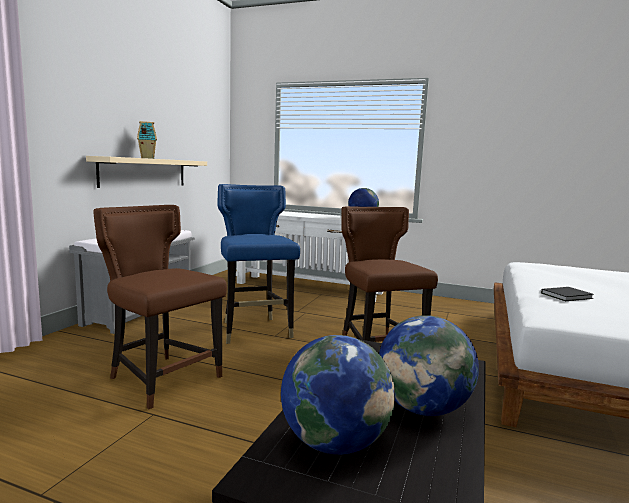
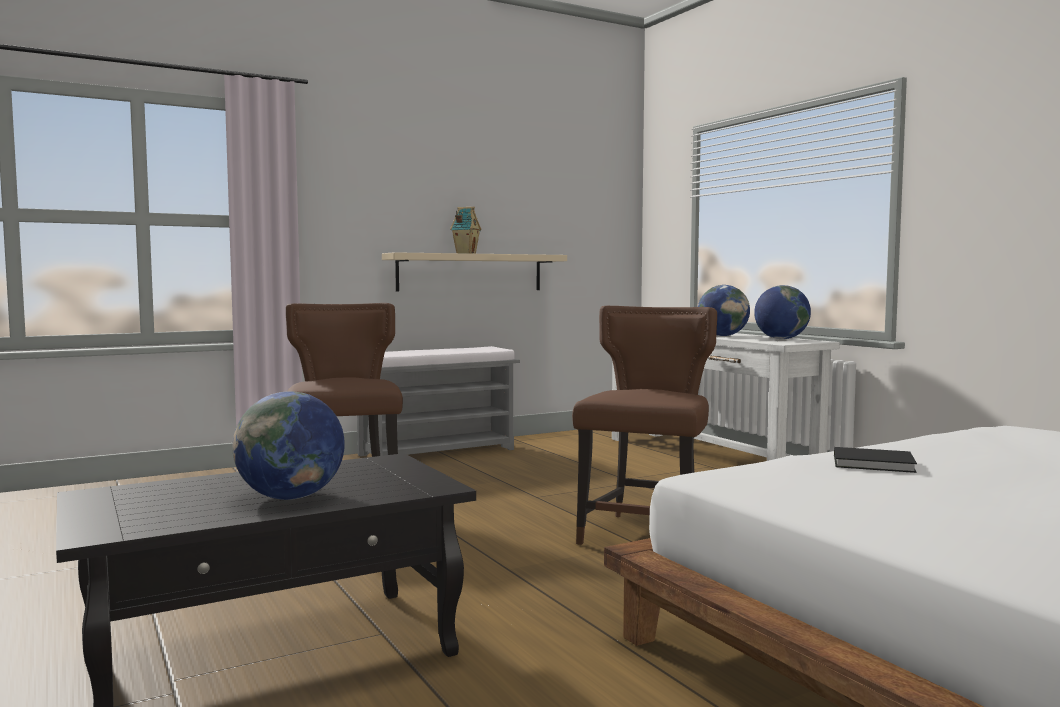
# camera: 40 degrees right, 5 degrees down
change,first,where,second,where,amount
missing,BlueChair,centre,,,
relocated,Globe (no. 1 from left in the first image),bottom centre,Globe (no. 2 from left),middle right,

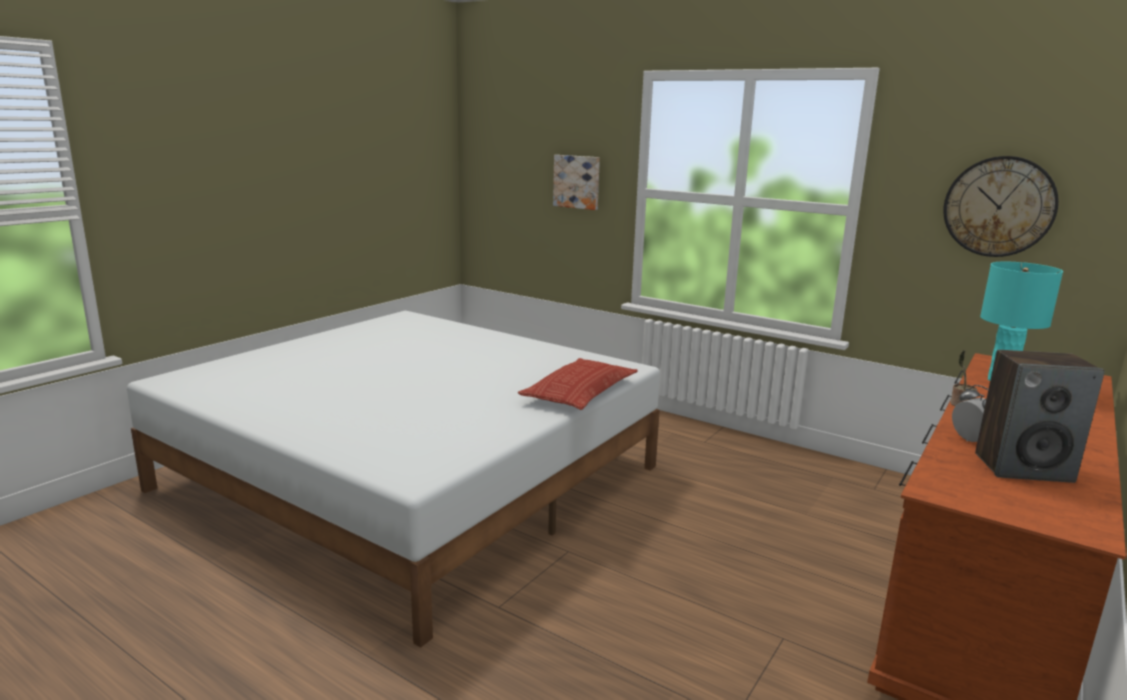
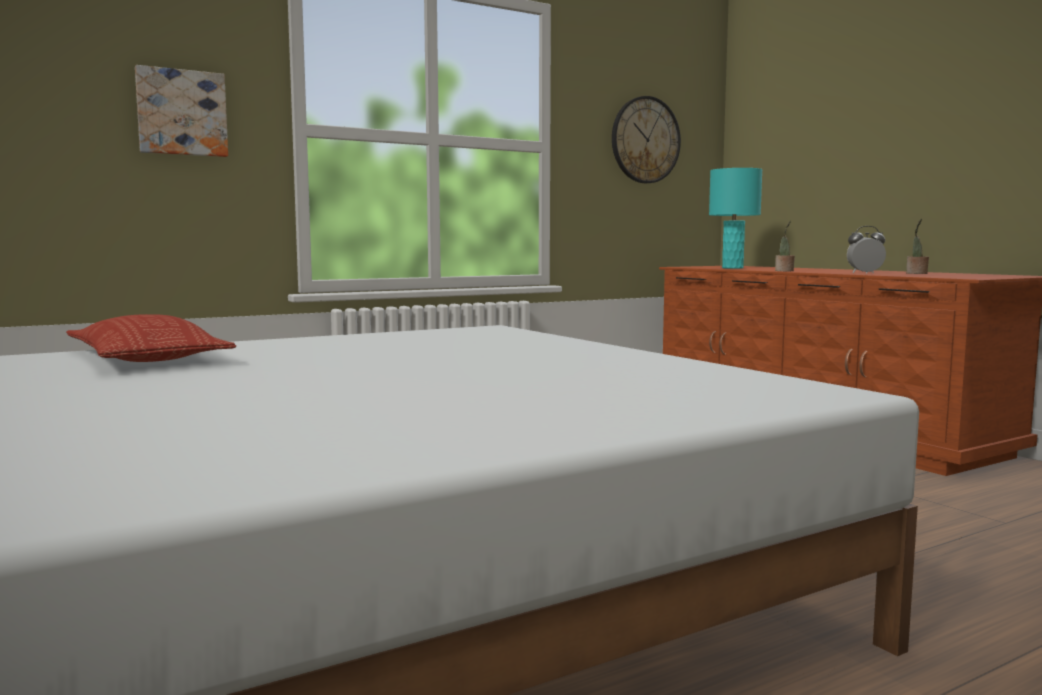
# camera: 65 degrees left, 10 degrees down
change,first,where,second,where,amount
exchanged,Speaker,middle right,PottedPlant (no. 2 from left),middle right,
relocated,Pillow,centre,,middle left,

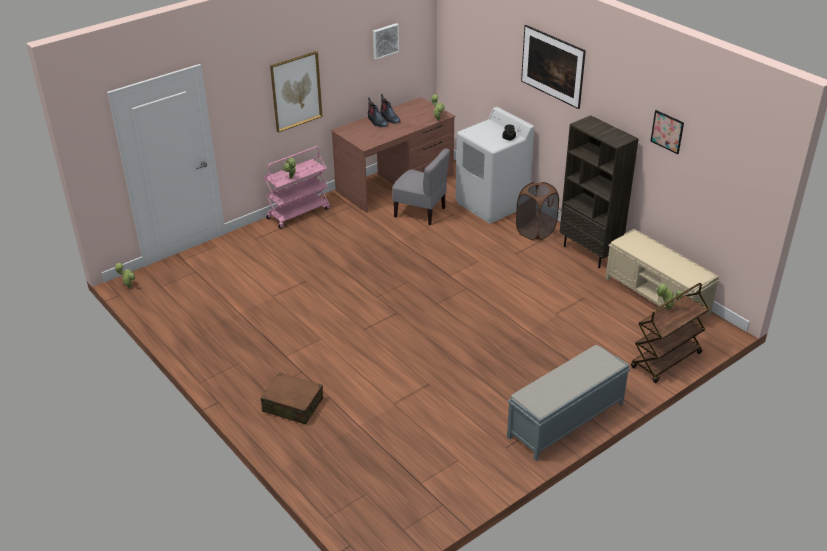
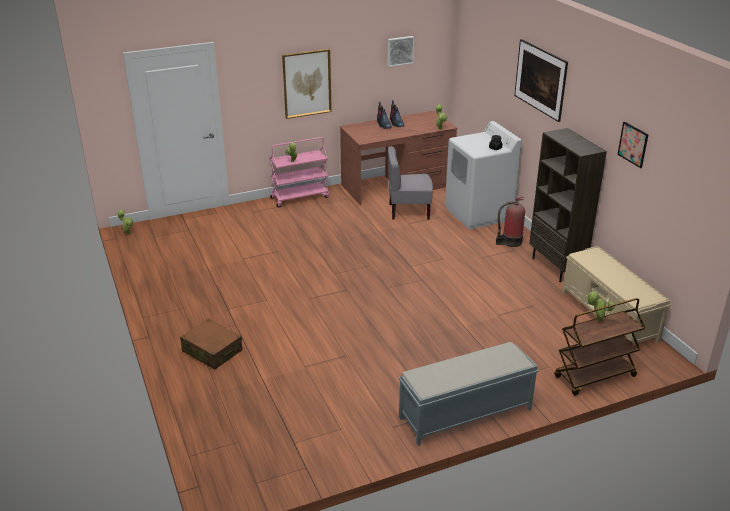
# camera: 15 degrees right, 5 degrees down
change,first,where,second,where,amount
spun,GreyChair,centre,,centre,135 degrees clockwise
exchanged,BrownLaundryBasket,centre,FireExtinguisher,middle right,

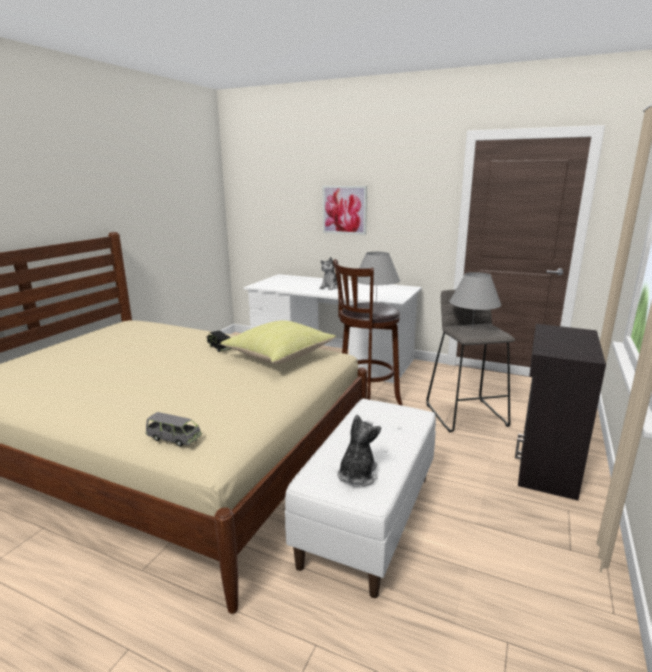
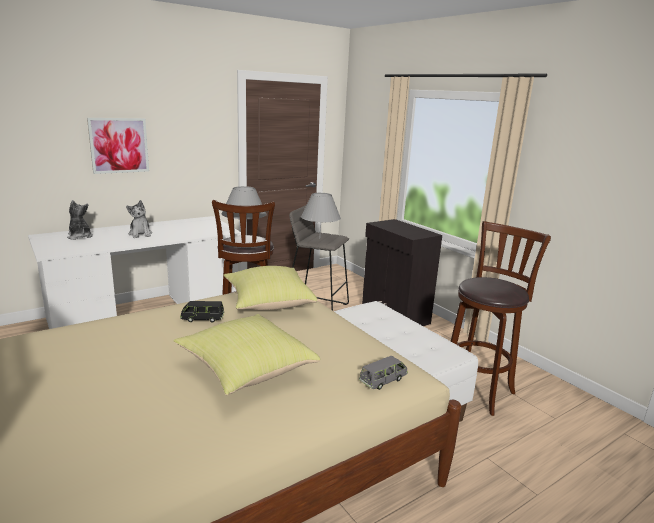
# camera: 60 degrees left, 0 degrees up
change,first,where,second,where,amount
relocated,PlushToy (no. 2 from left in the first image),bottom centre,PlushToy (no. 1 from left),middle left,
appeared,,,BrownStool (no. 2 from left),middle right,
appeared,,,YellowPillow (no. 1 from left),bottom centre,

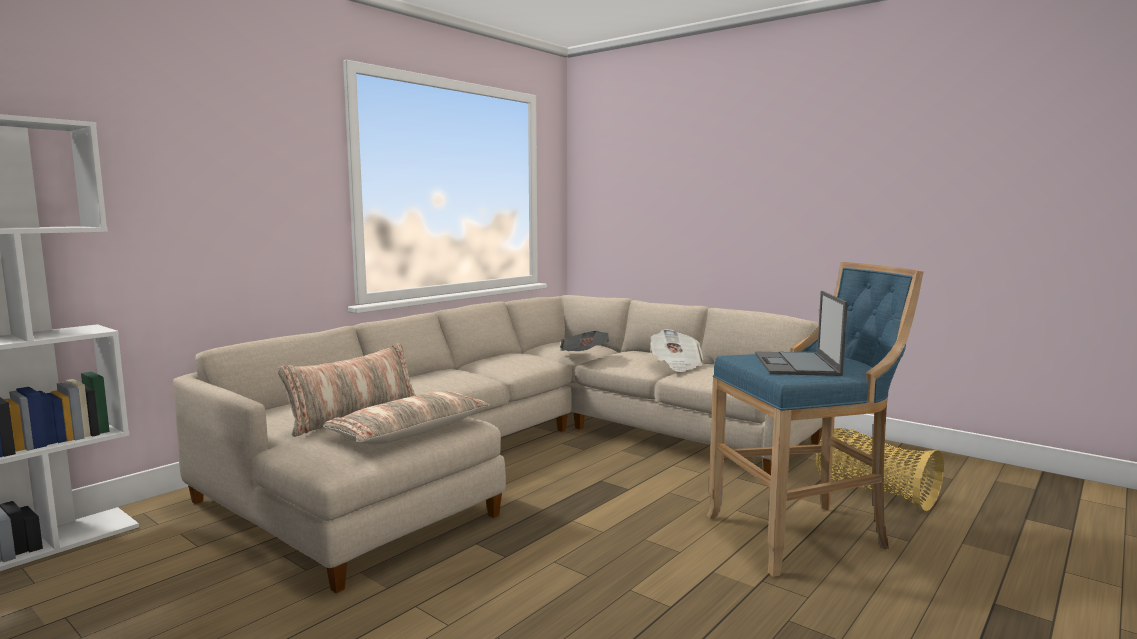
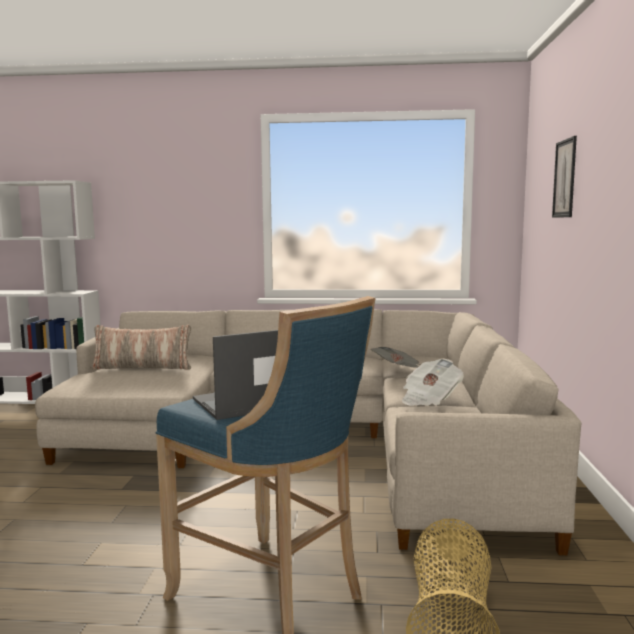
# camera: 55 degrees right, 0 degrees up
change,first,where,second,where,amount
missing,Pillow (no. 2 from left),centre,,,
appeared,,,Picture,top right,

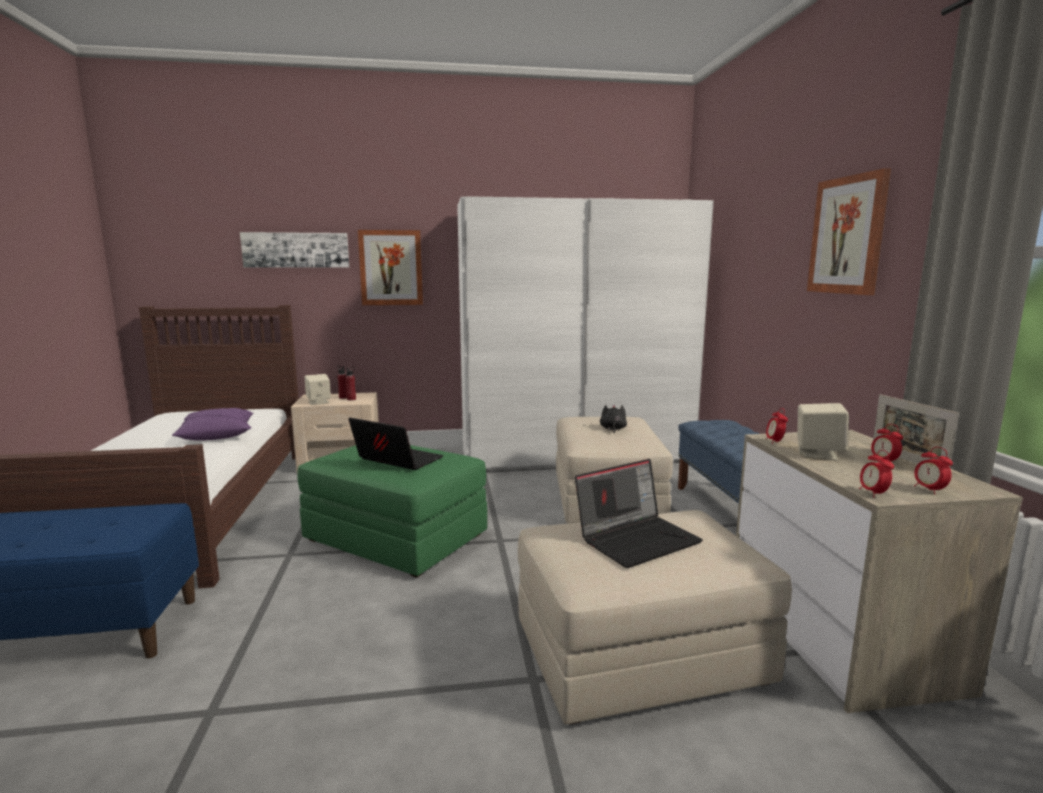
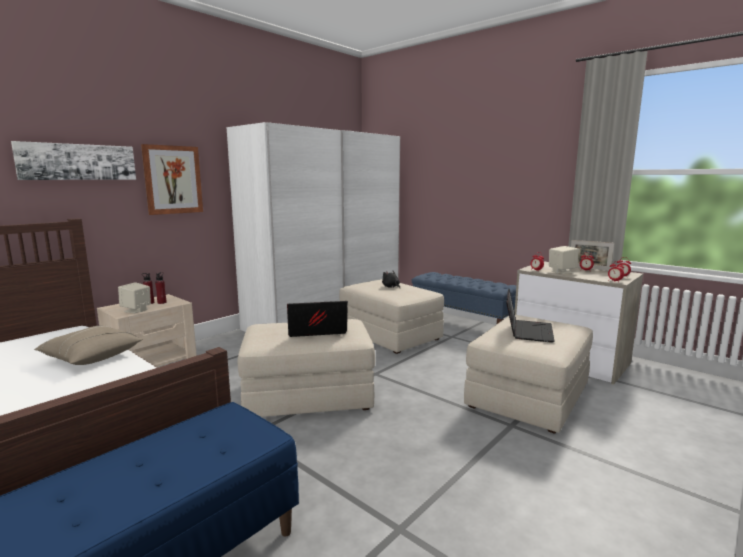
# camera: 40 degrees left, 0 degrees up
change,first,where,second,where,amount
missing,Picture (no. 3 from left),top right,,,
colour,PurplePillow,middle left,BeigePillow,middle left,
colour,GreenOttoman,centre,BeigeOttoman (no. 1 from left),centre,

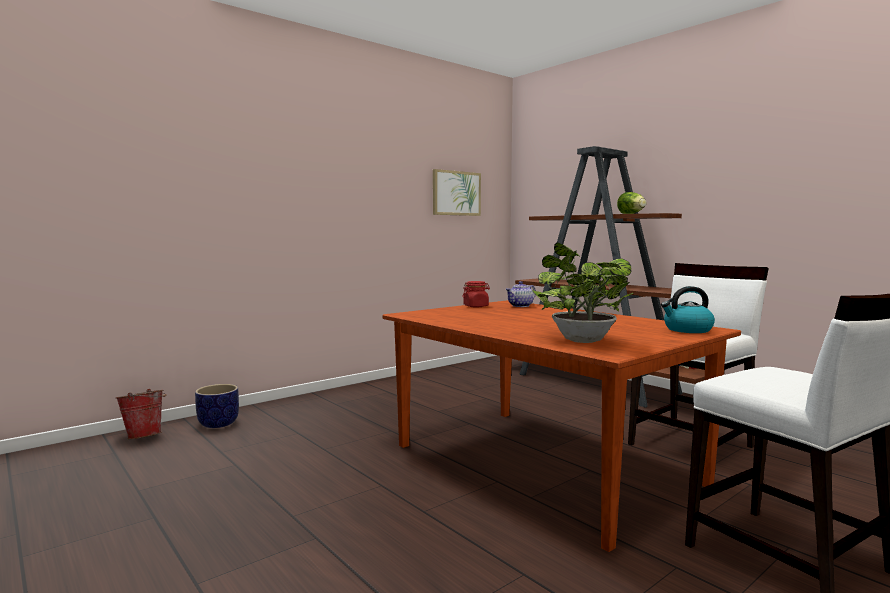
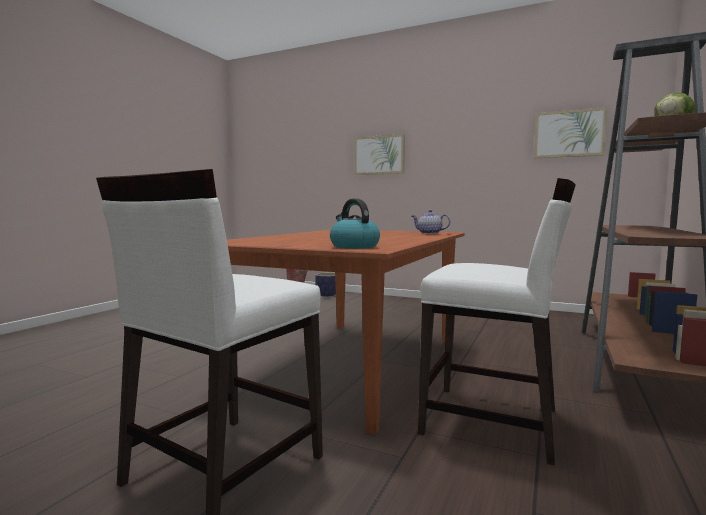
# camera: 65 degrees right, 0 degrees up
change,first,where,second,where,amount
missing,PottedPlant,centre,,,
missing,RedJar,centre,,,
appeared,,,Picture (no. 1 from left),top centre,

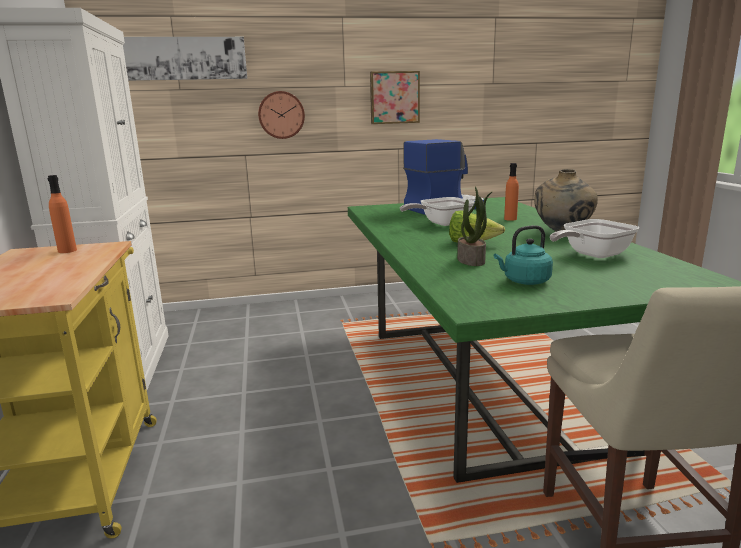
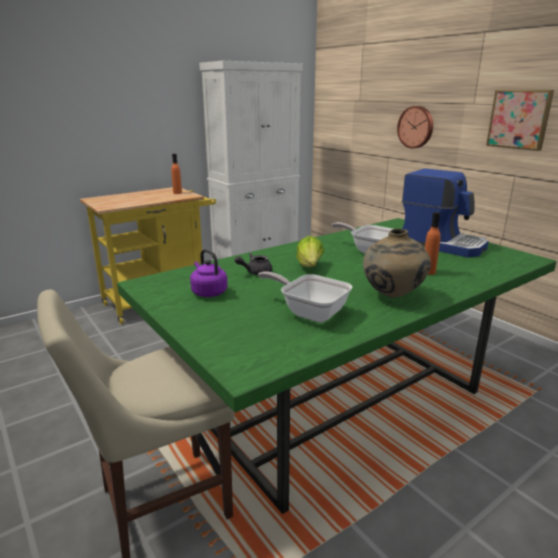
# camera: 65 degrees right, 5 degrees up
change,first,where,second,where,amount
missing,Picture (no. 1 from left),top left,,,
exchanged,PottedPlant,centre,GreyTeapot,centre,
colour,TurquoiseKettle,middle right,PurpleKettle,centre,

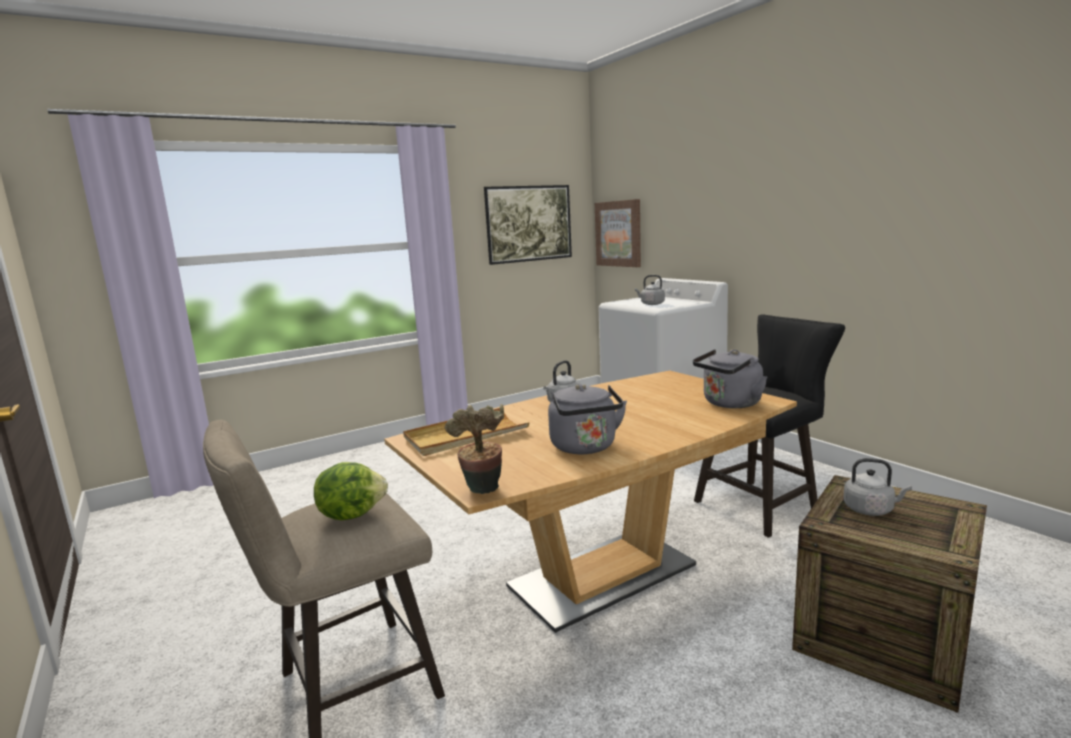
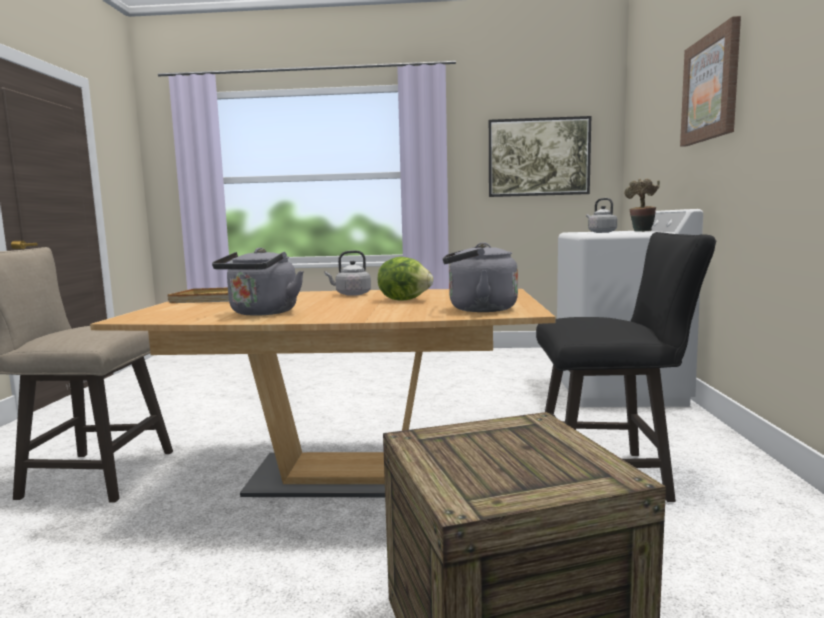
# camera: 35 degrees right, 5 degrees down
change,first,where,second,where,amount
relocated,Picture (no. 2 from left),top centre,,top right,
relocated,PottedPlant,centre,,top right,
missing,GreyKettle (no. 5 from left),middle right,,,
relocated,Lettuce,middle left,,centre,

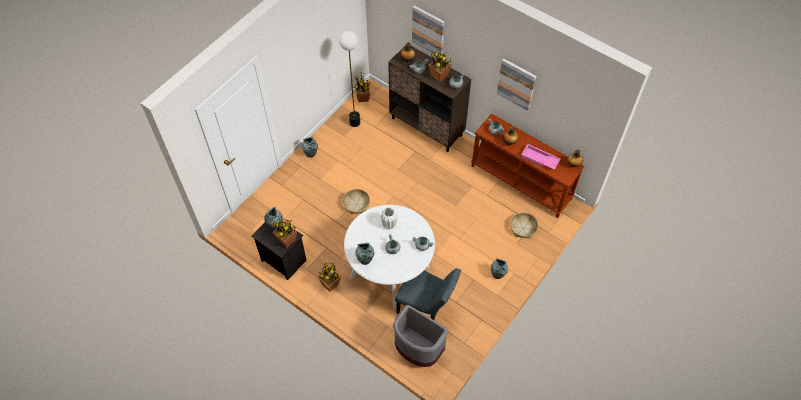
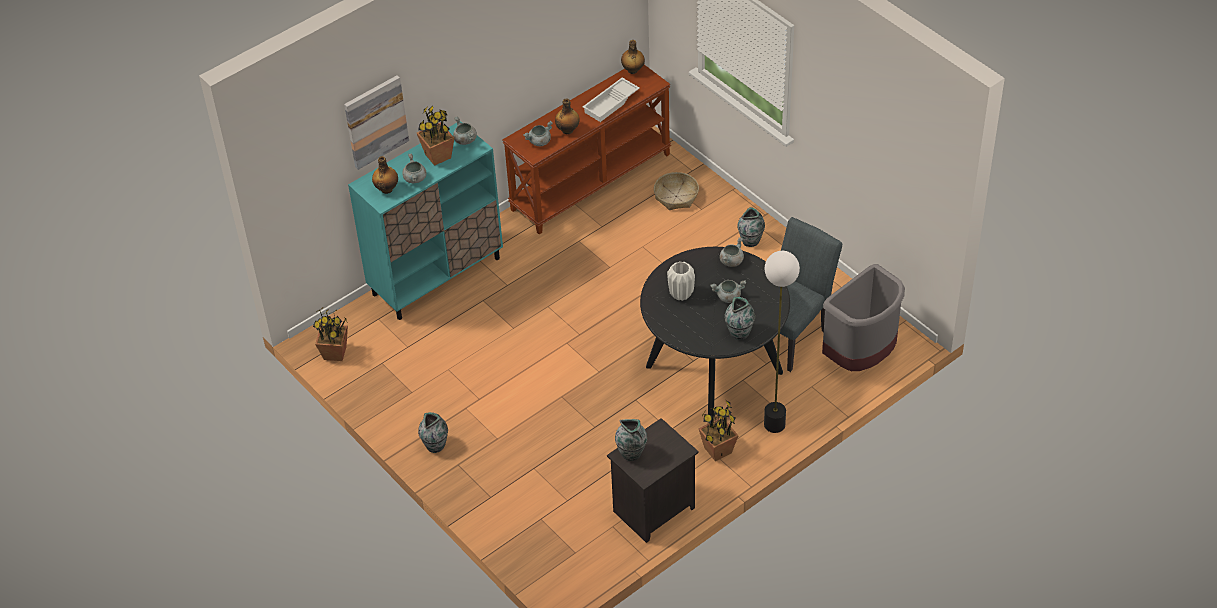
# camera: 75 degrees left, 10 degrees down
change,first,where,second,where,amount
relocated,FloorLamp,top centre,,centre,
colour,BrownCabinet,top centre,TurquoiseCabinet,centre,
missing,Picture (no. 2 from left),top centre,,,
colour,PinkTray,middle right,WhiteTray,top centre,
missing,Basket (no. 1 from left),centre,,,
colour,WhiteDiningTable,centre,BlackDiningTable,centre,
missing,PottedPlant (no. 1 from left),centre,,,

